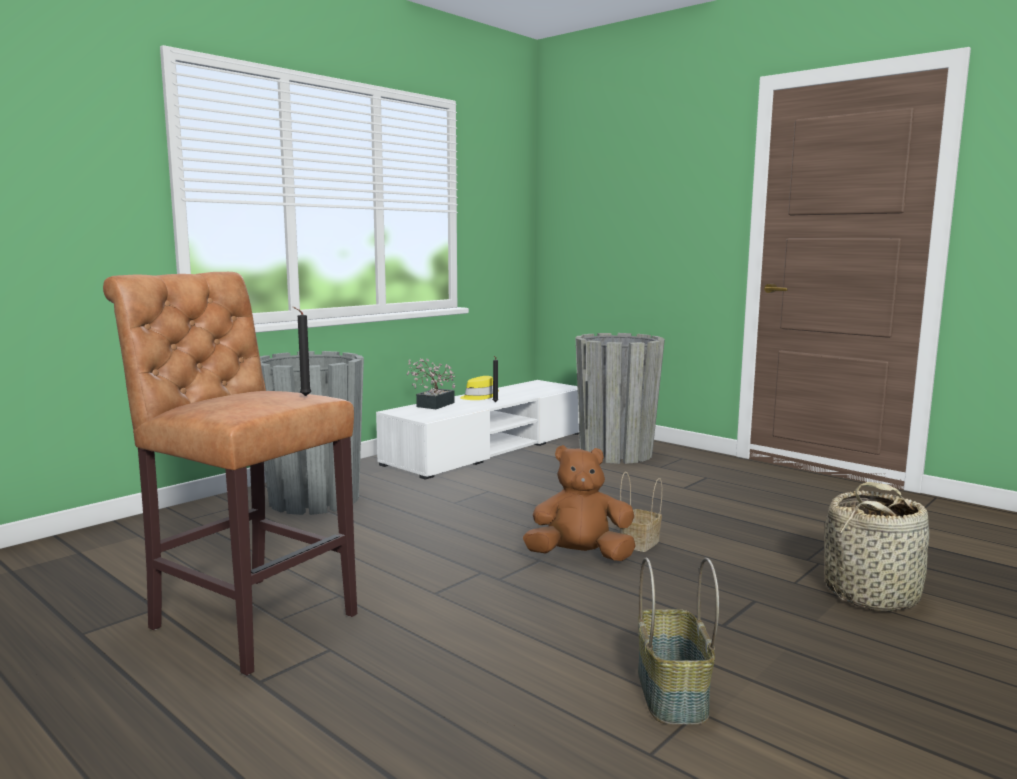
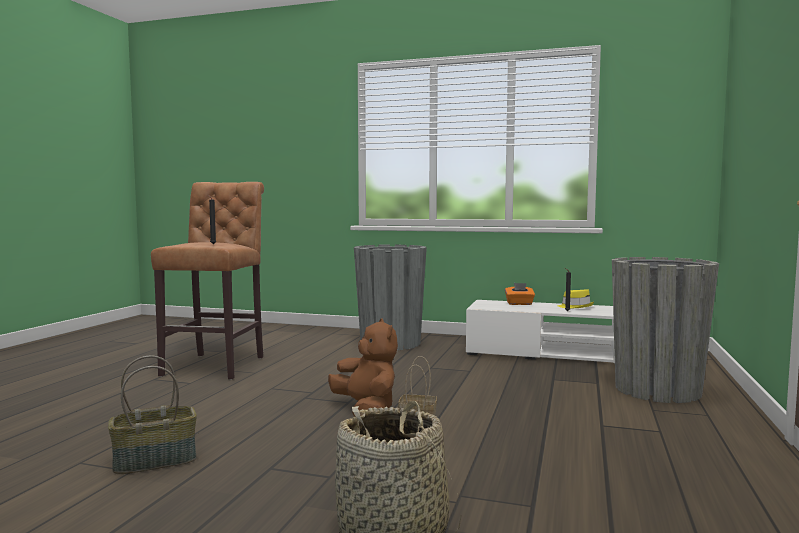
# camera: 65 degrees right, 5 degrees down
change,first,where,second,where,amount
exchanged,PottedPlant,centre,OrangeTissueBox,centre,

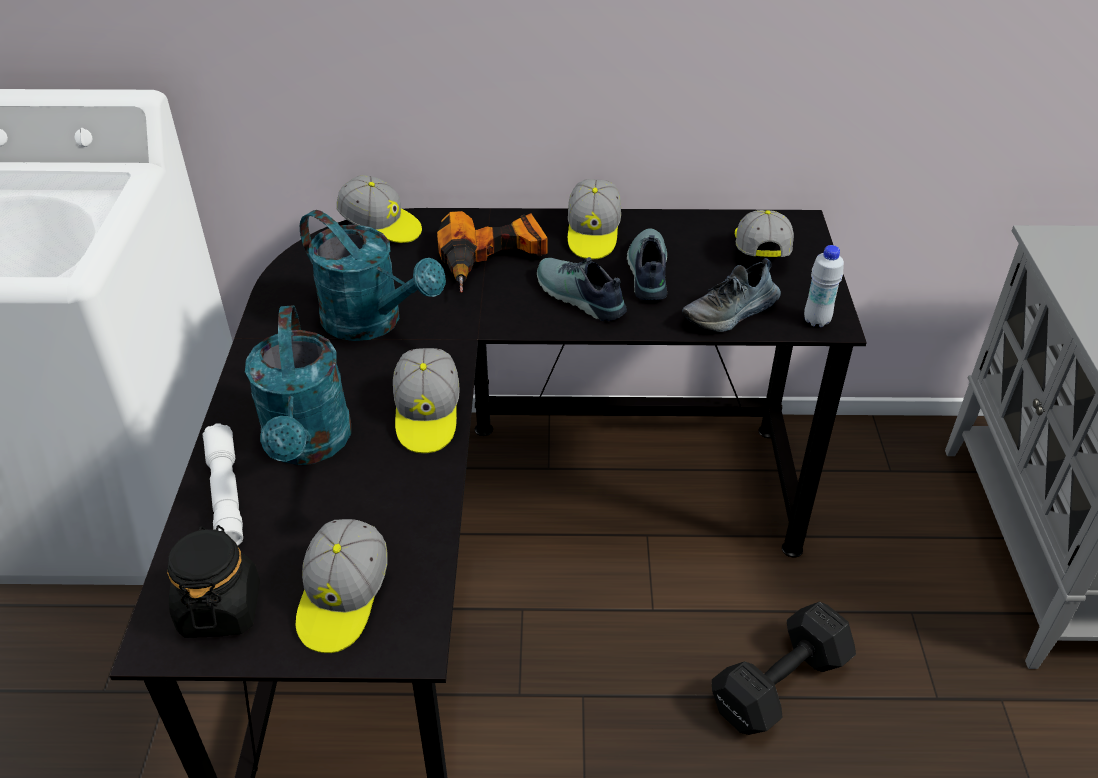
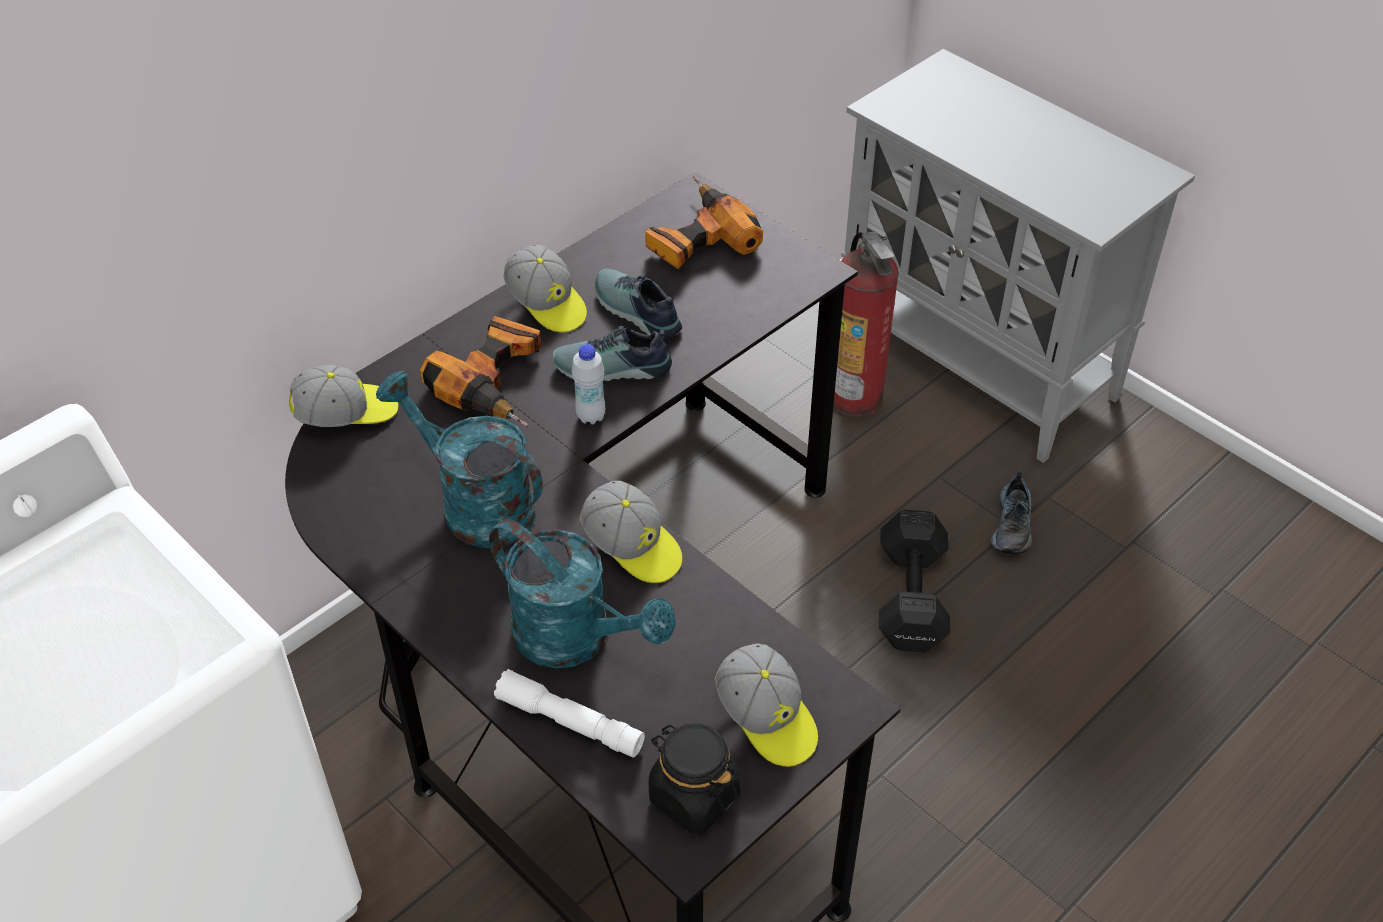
# camera: 45 degrees left, 5 degrees up
change,first,where,second,where,amount
spun,TurquoiseWateringCan (no. 2 from left in the first image),centre,TurquoiseWateringCan (no. 1 from left),middle left,135 degrees counterclockwise
exchanged,Cap (no. 5 from left),top right,PowerDrill (no. 2 from left),top centre,
relocated,WhiteBottle,middle right,,centre,
relocated,Shoe (no. 3 from left),centre,,middle right,
appeared,,,FireExtinguisher,centre,

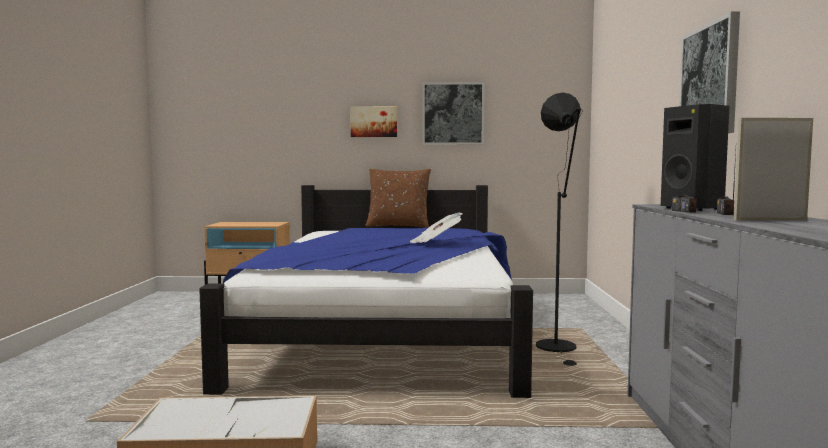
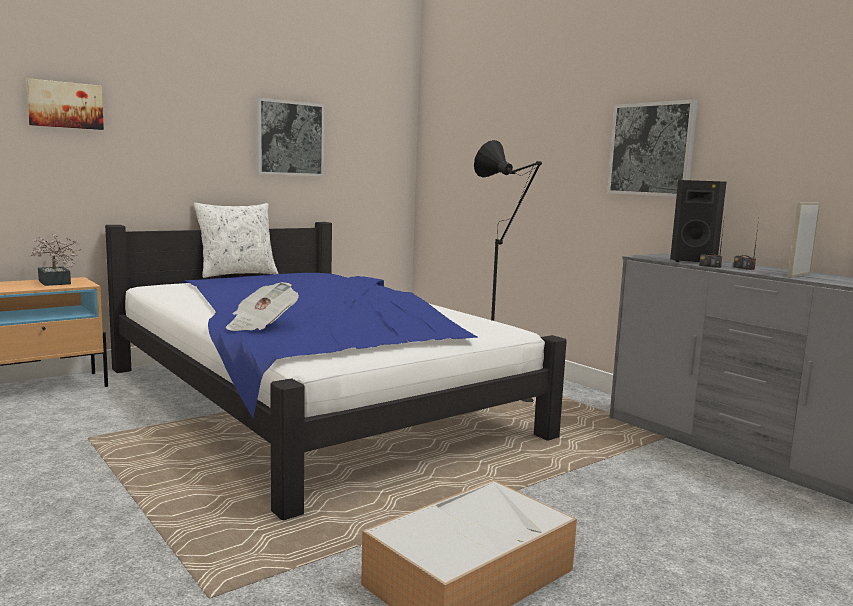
# camera: 40 degrees left, 5 degrees up
change,first,where,second,where,amount
relocated,Picture (no. 1 from left),top centre,,top left,
colour,BrownPillow,centre,WhitePillow,middle left,
relocated,Newspaper,centre,,middle left,
appeared,,,PottedPlant,middle left,

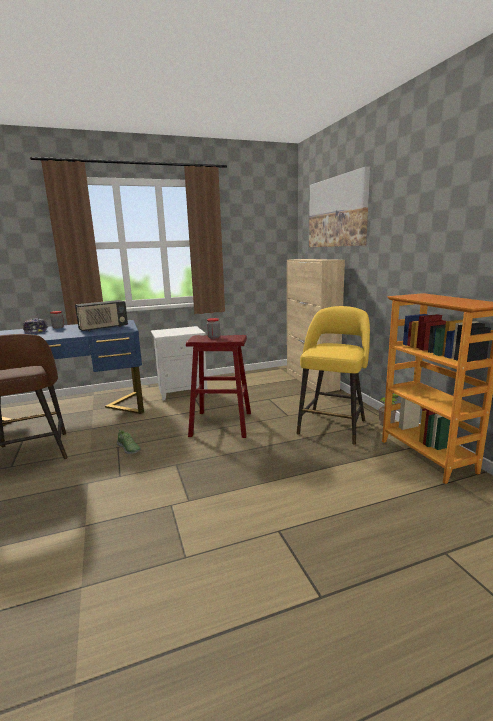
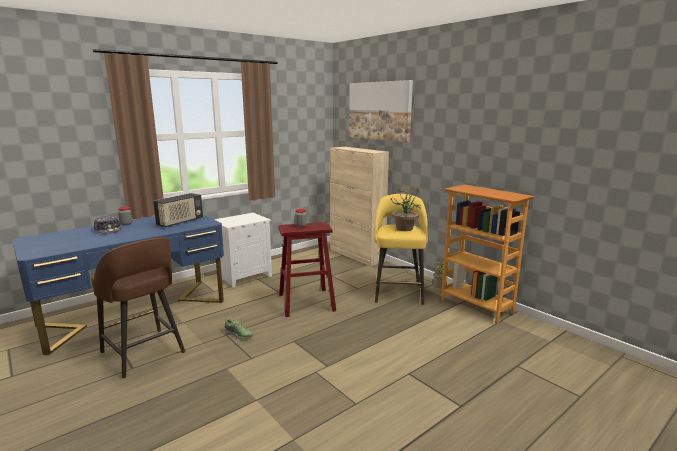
# camera: 20 degrees left, 0 degrees up
change,first,where,second,where,amount
appeared,,,PottedPlant (no. 1 from left),centre,

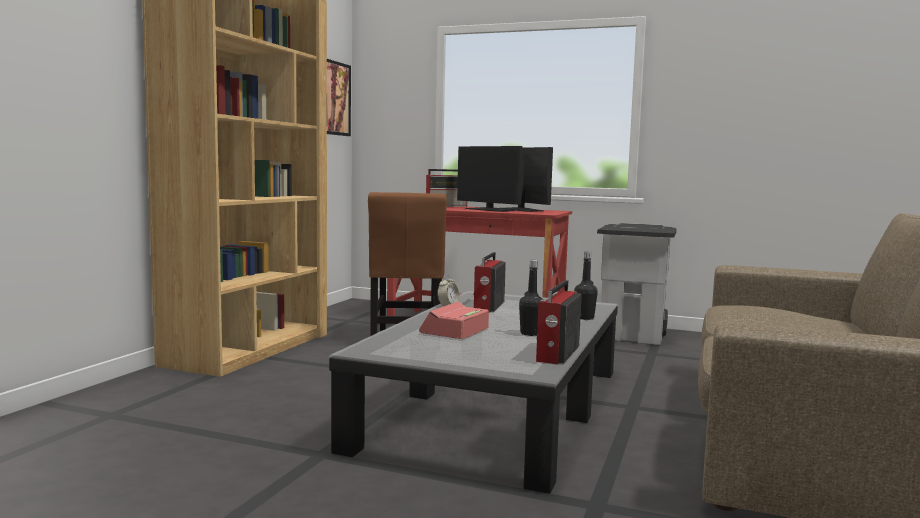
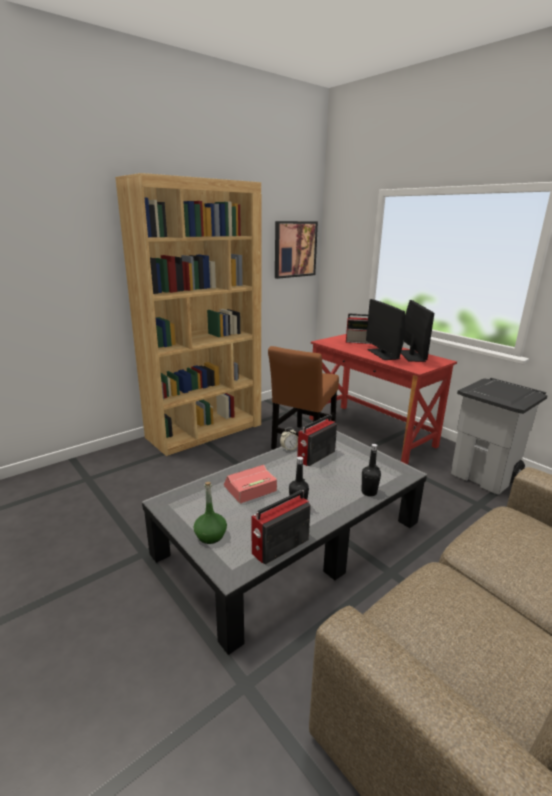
# camera: 30 degrees right, 15 degrees up
change,first,where,second,where,amount
appeared,,,GreenBottle,centre,

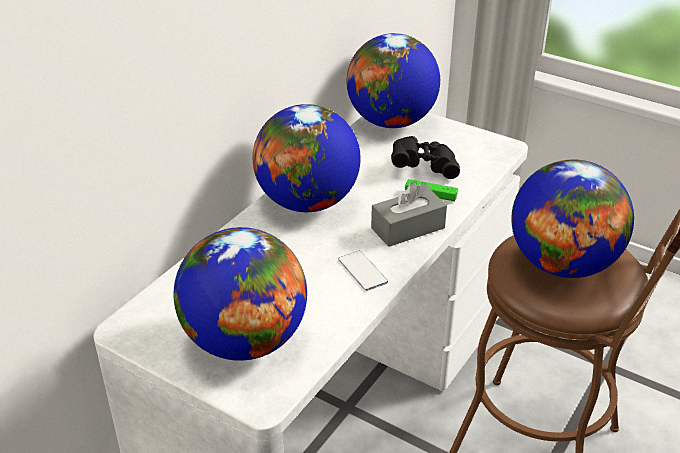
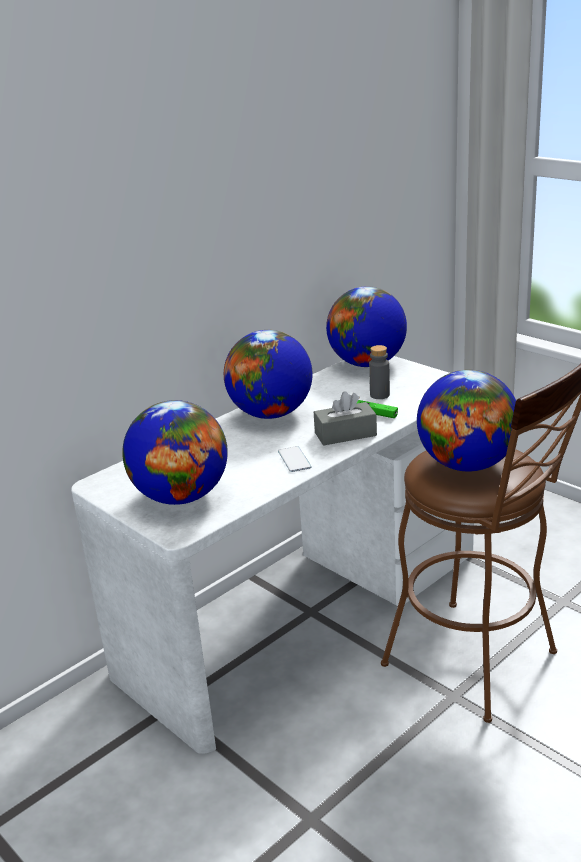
# camera: 15 degrees right, 10 degrees down
change,first,where,second,where,amount
exchanged,BlackBinoculars,centre,GreyBottle,centre,

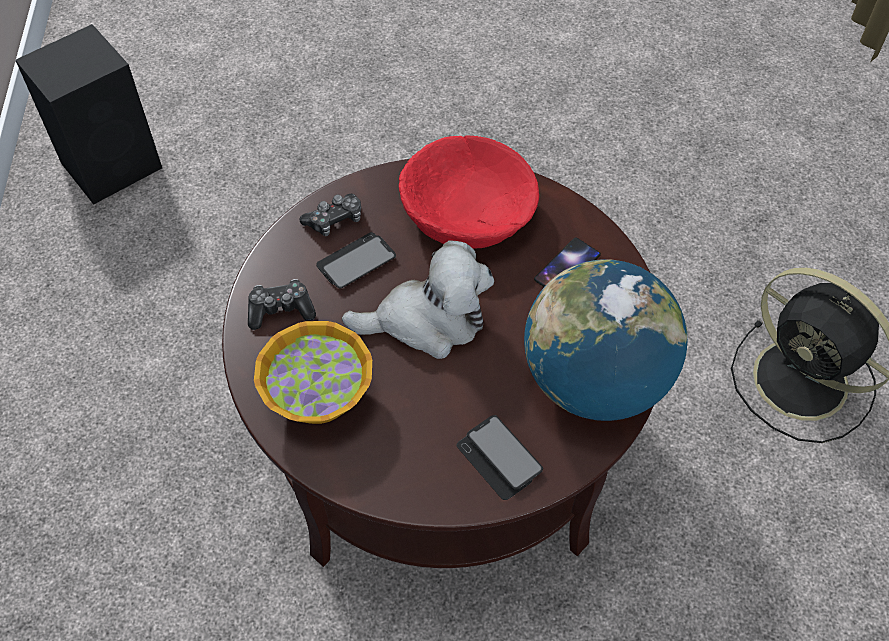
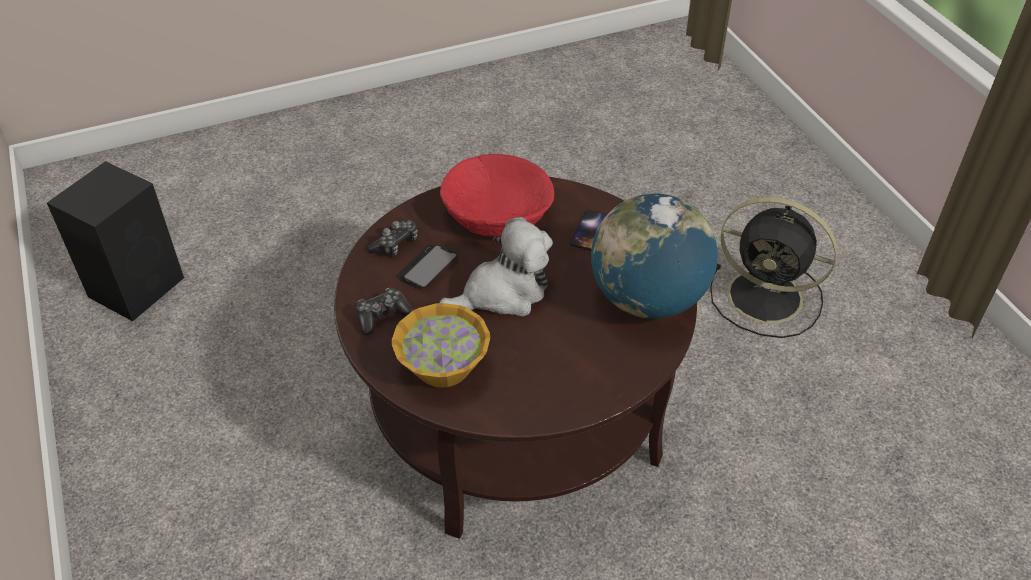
# camera: 20 degrees left, 10 degrees down
change,first,where,second,where,amount
missing,Phone (no. 2 from left),bottom centre,,,

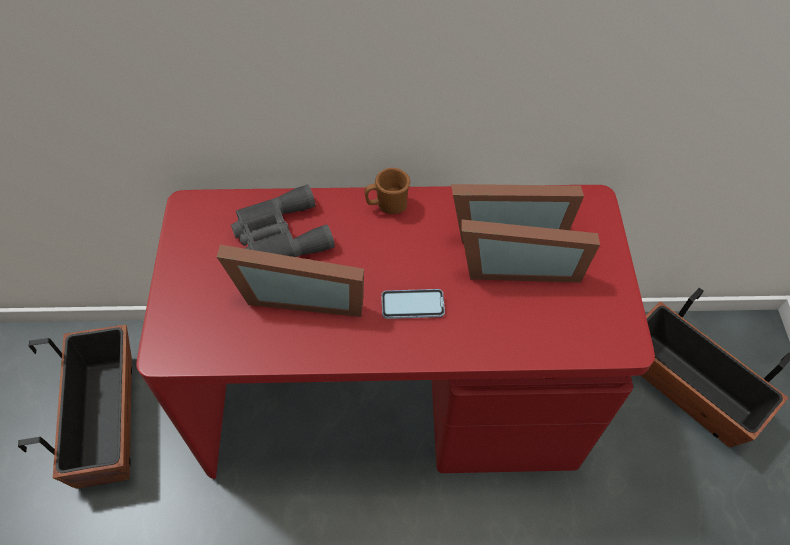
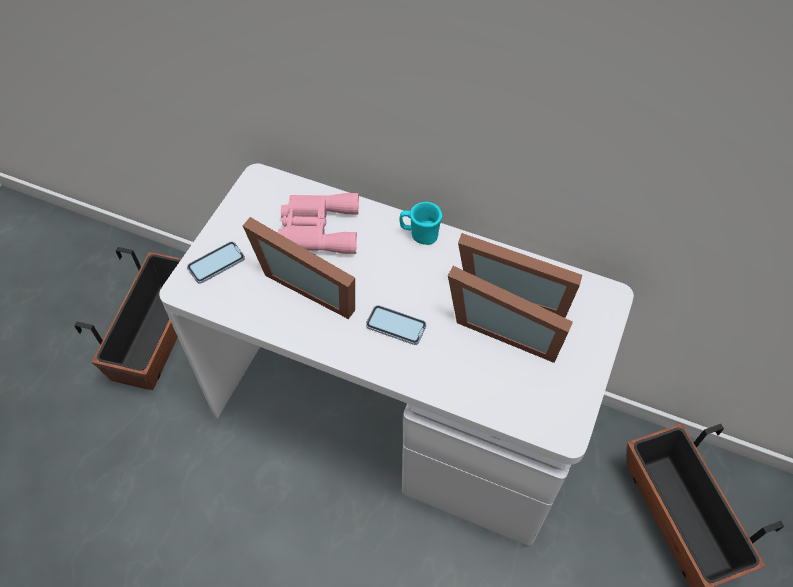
# camera: 25 degrees right, 0 degrees up
change,first,where,second,where,amount
colour,BrownMug,centre,TurquoiseMug,centre,
colour,GreyBinoculars,centre,PinkBinoculars,centre,
colour,RedDesk,centre,WhiteDesk,centre,
appeared,,,Phone (no. 1 from left),middle left,

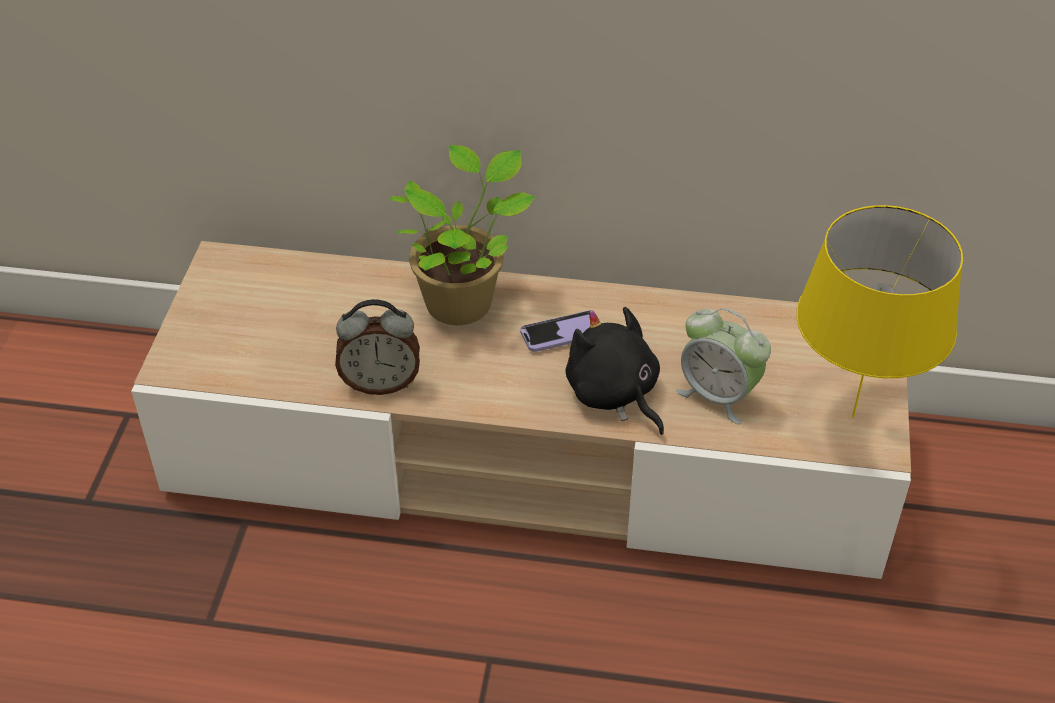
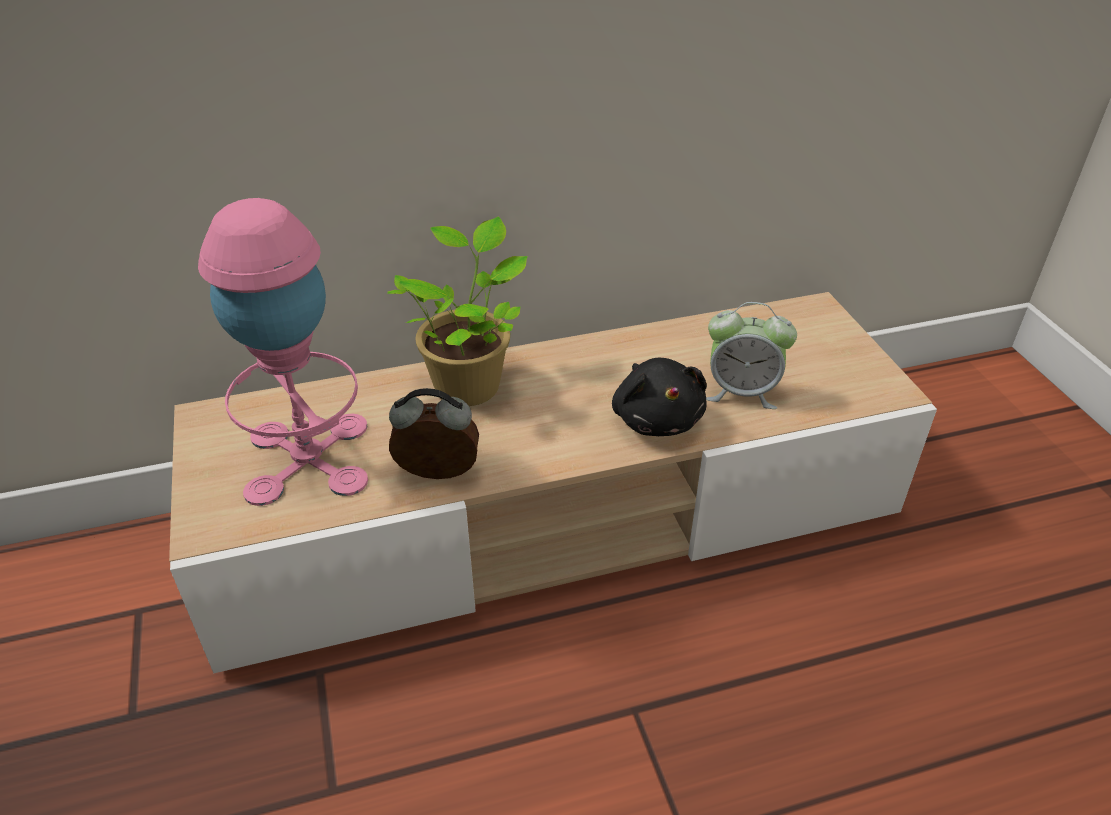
# camera: 25 degrees left, 5 degrees down
change,first,where,second,where,amount
missing,YellowTableLamp,middle right,,,
spun,AlarmClock (no. 1 from left),centre,,centre,150 degrees counterclockwise
spun,BlackPlushToy,centre,,centre,135 degrees counterclockwise
missing,Phone,centre,,,
appeared,,,PinkTableLamp,middle left,

